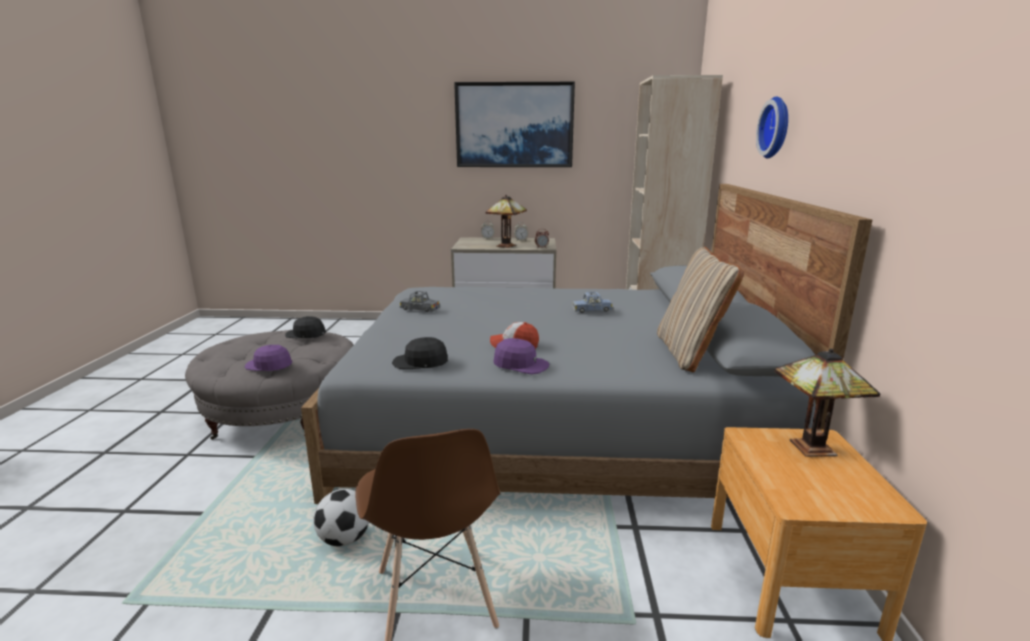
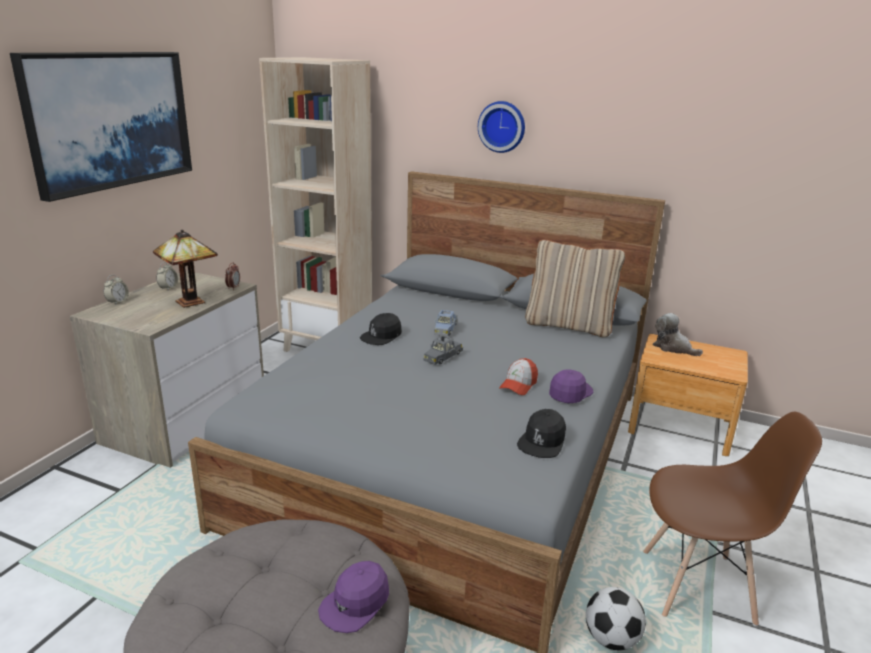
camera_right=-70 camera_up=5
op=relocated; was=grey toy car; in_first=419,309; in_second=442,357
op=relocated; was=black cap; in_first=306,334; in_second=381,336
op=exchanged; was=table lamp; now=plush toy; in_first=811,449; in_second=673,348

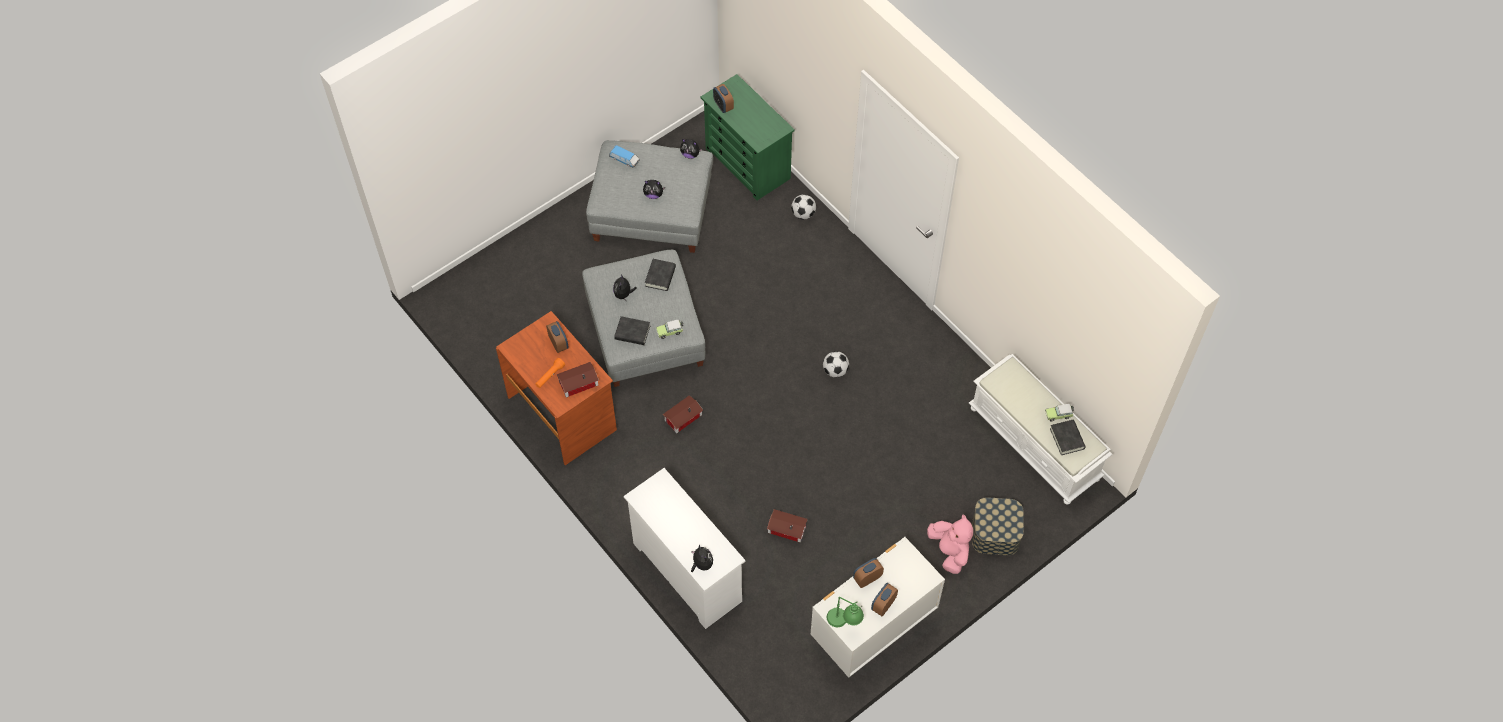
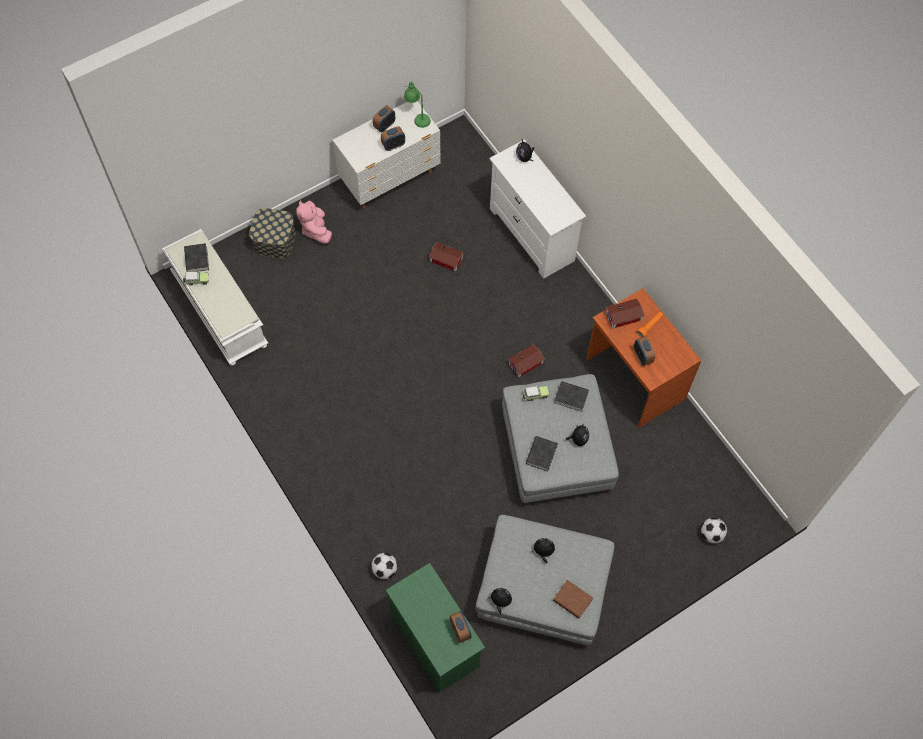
camera_right=-175 camera_up=5
op=exchanged; was=toy car; now=brown book; in_first=624,160; in_second=572,600
op=relocated; was=football; in_first=835,371; in_second=711,534

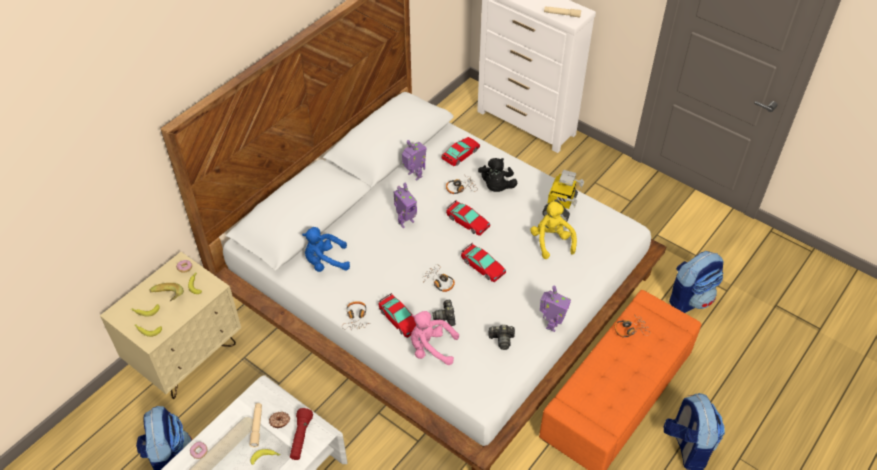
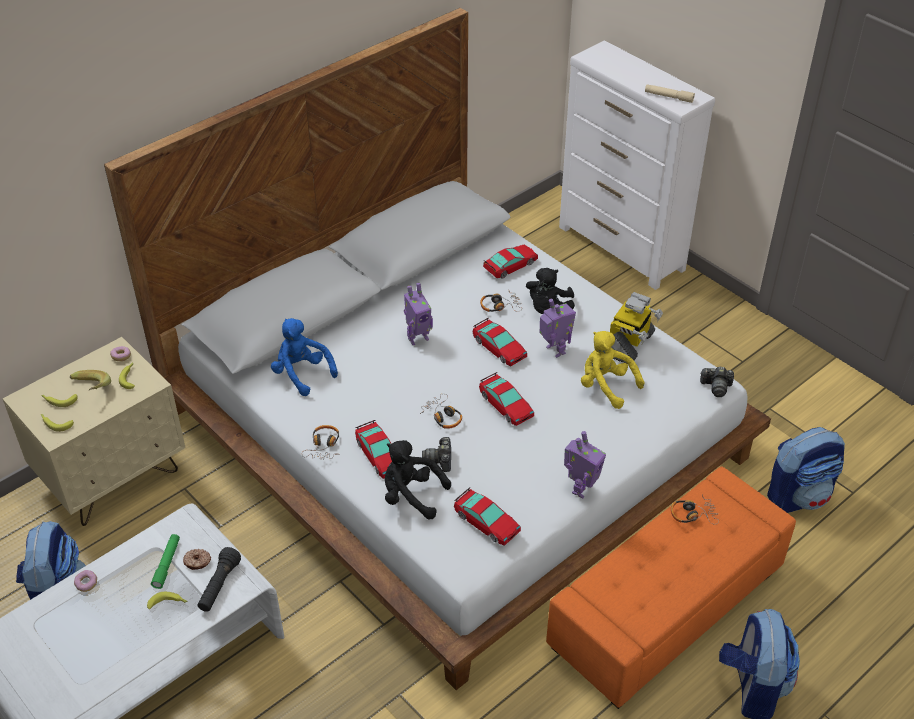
camera_right=10 camera_up=-5
op=relocated; was=toy robot; in_first=414,175; in_second=554,350
op=spun; was=yellow plush toy; in_first=551,241; in_second=606,386; clockwise=-45
op=spun; was=blue plush toy; in_first=325,262; in_second=302,373; clockwise=45
op=colour; was=pink plush toy; now=black plush toy; in_first=431,348; in_second=411,495
op=relocated; was=photo camera; in_first=501,340; in_second=716,387
op=colour; was=beige flashlight; now=green flashlight; in_first=257,426; in_second=167,564
op=colour; was=red flashlight; now=black flashlight; in_first=301,438; in_second=219,586
op=appeared; now=toy car; in_second=486,522

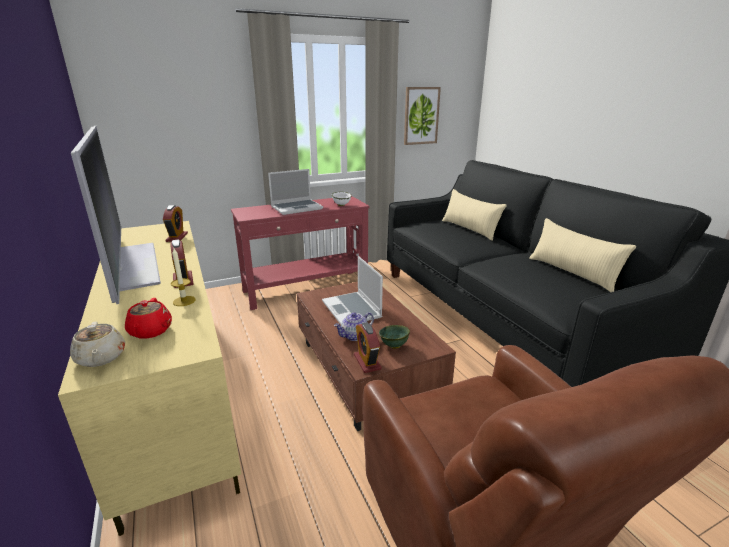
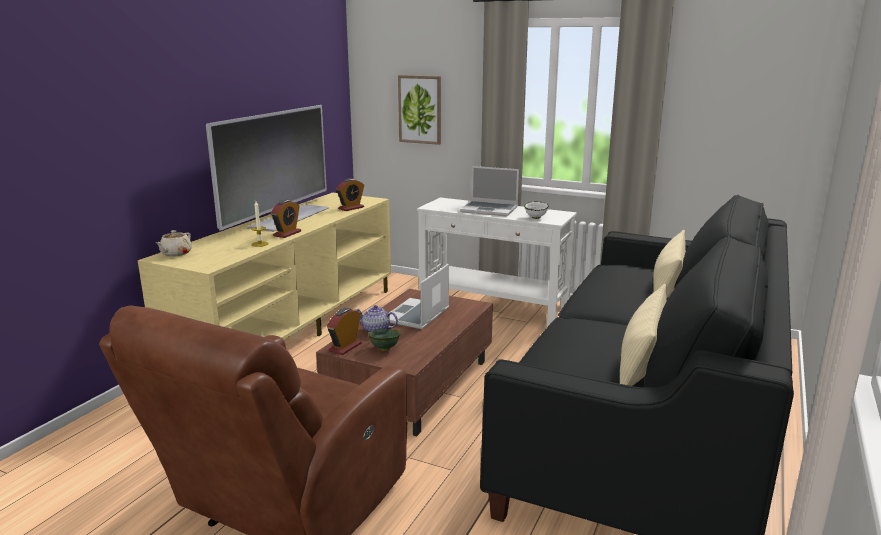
camera_right=50 camera_up=-5
op=relocated; was=picture; in_first=421,116; in_second=420,109
op=colour; was=red console table; now=white console table; in_first=306,289; in_second=493,308
op=missing; was=red teapot; in_first=150,331

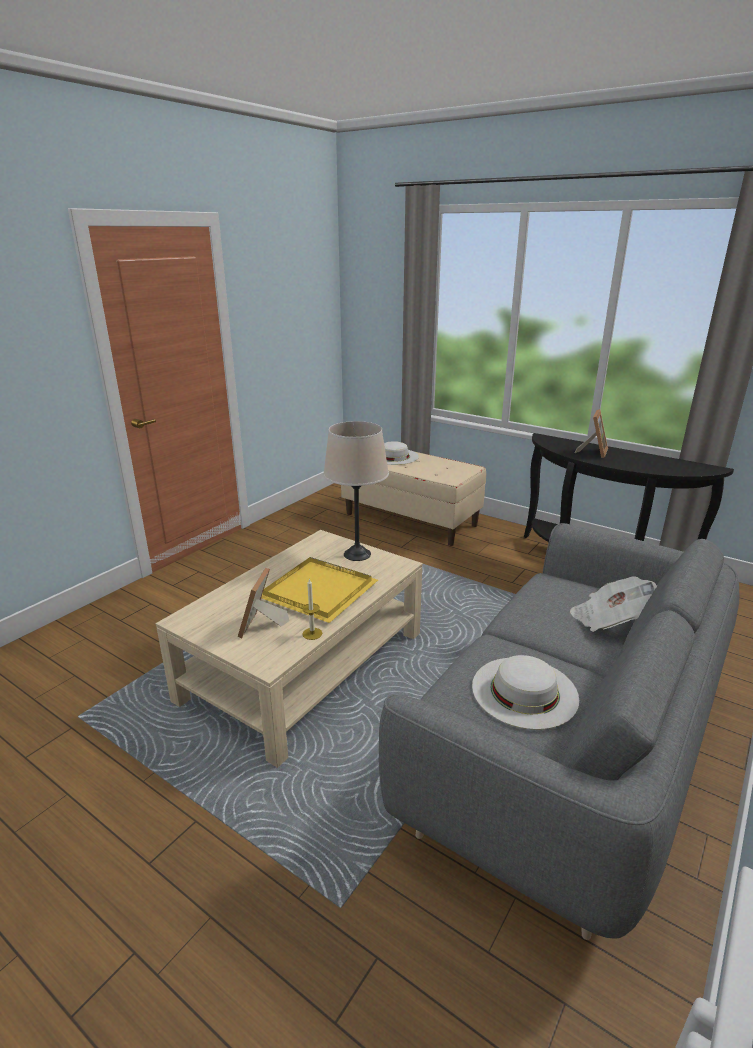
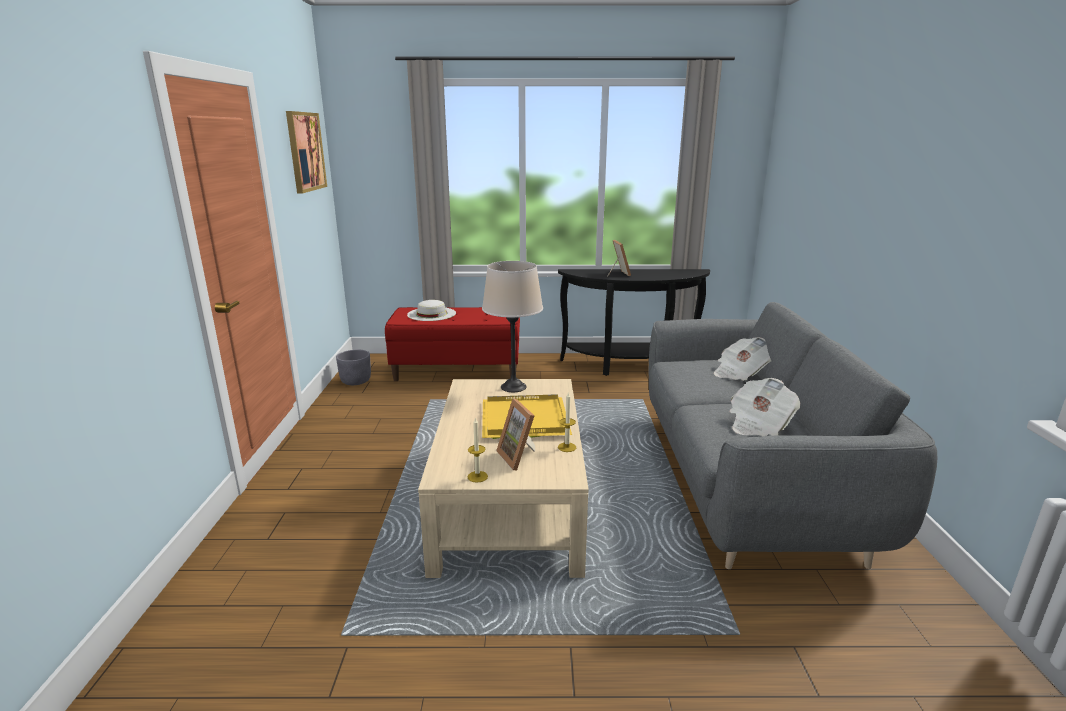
camera_right=-35 camera_up=-5
op=colour; was=beige bench; now=red bench; in_first=411,519; in_second=457,370
op=exchanged; was=white hat; now=newspaper; in_first=524,691; in_second=758,424
op=appeared; now=picture; in_second=305,151
op=appeared; now=grey planter; in_second=356,381
op=appeared; now=candle; in_second=477,476

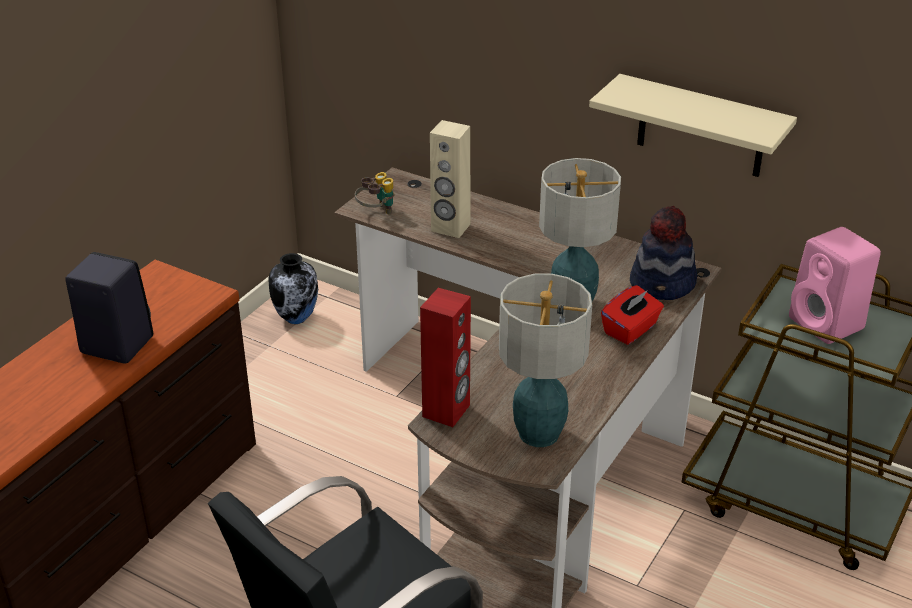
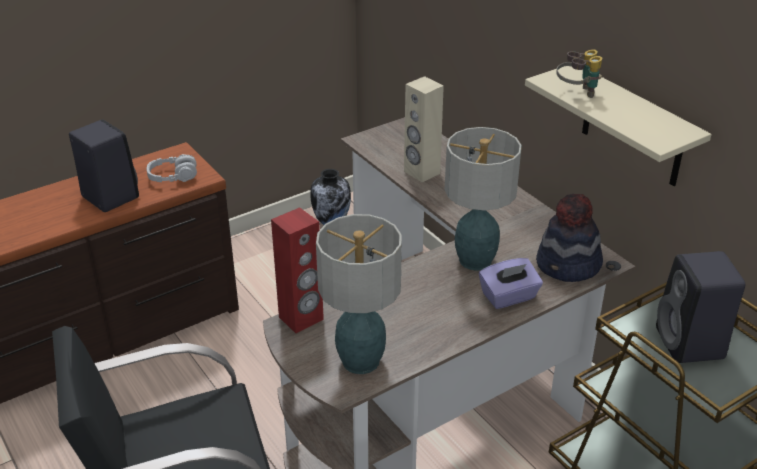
camera_right=25 camera_up=0
op=relocated; was=binoculars; in_first=376,212; in_second=577,93
op=colour; was=pink speaker; now=black speaker; in_first=828,324; in_second=691,345
op=colour; was=red tissue box; now=purple tissue box; in_first=630,329; in_second=509,297
op=appeared; now=grey headphones; in_second=173,177

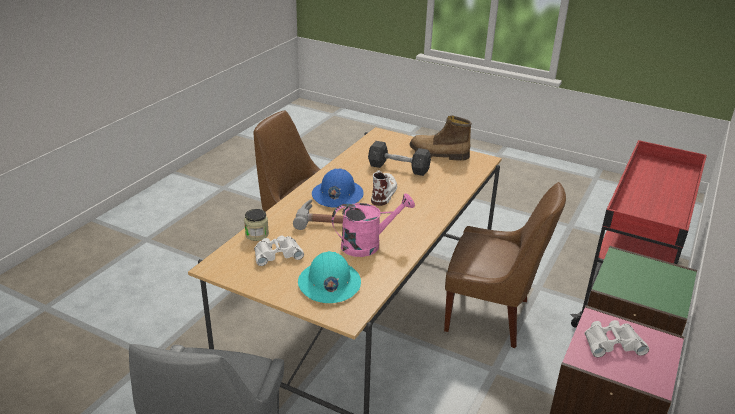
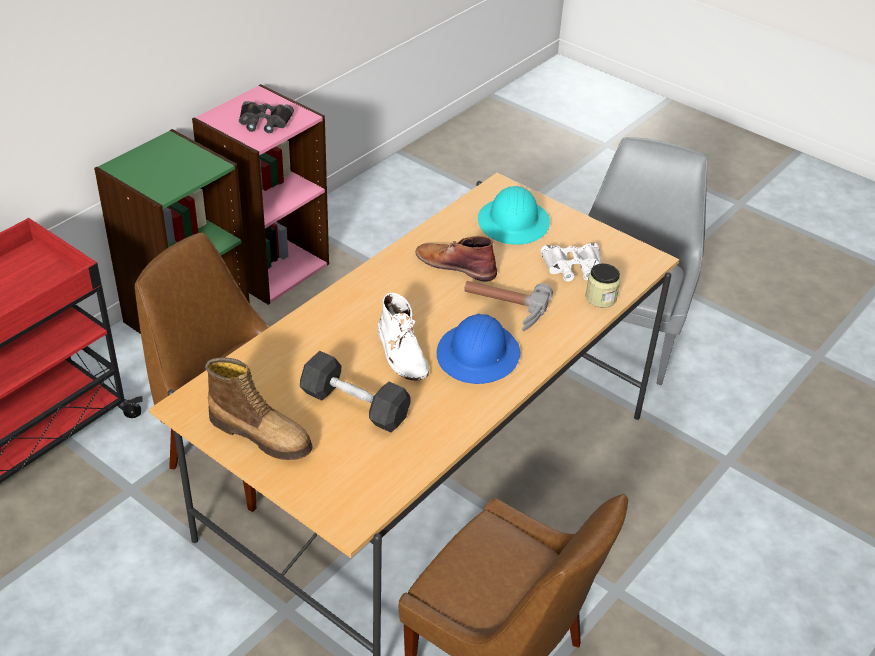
camera_right=-170 camera_up=10
op=spun; was=white boot; in_first=384,191; in_second=402,352; clockwise=-45
op=exchanged; was=pink watering can; now=brown boot; in_first=368,244; in_second=455,264
op=colour; was=white binoculars; now=black binoculars; in_first=611,343; in_second=264,122

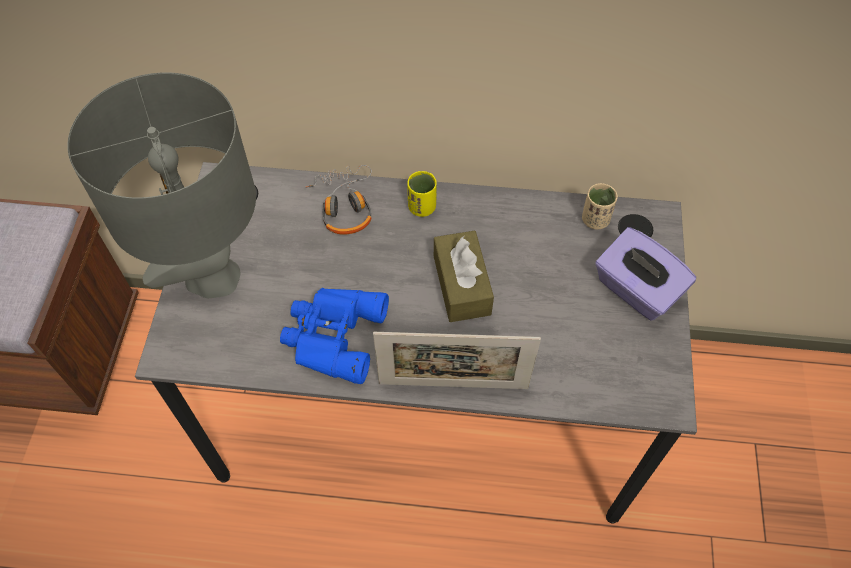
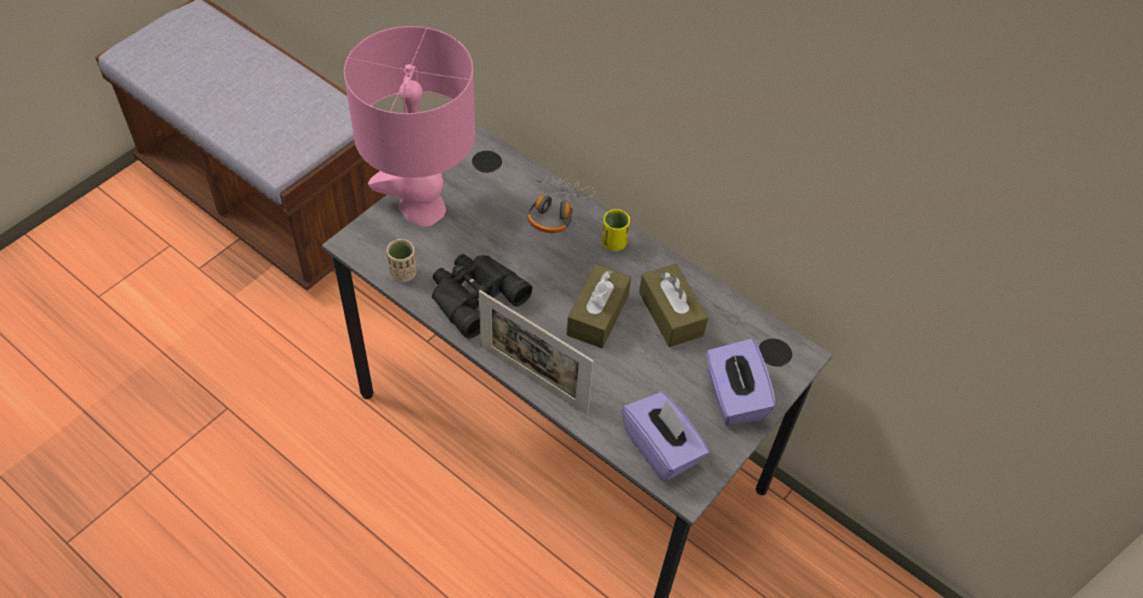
camera_right=30 camera_up=-5
op=colour; was=grey table lamp; now=pink table lamp; in_first=212,277; in_second=422,208
op=relocated; was=beige cup; in_first=595,219; in_second=403,273
op=colour; was=blue binoculars; now=black binoculars; in_first=332,336; in_second=473,295
op=appeared; now=brown tissue box; in_second=670,314
op=appeared; now=purple tissue box; in_second=661,448

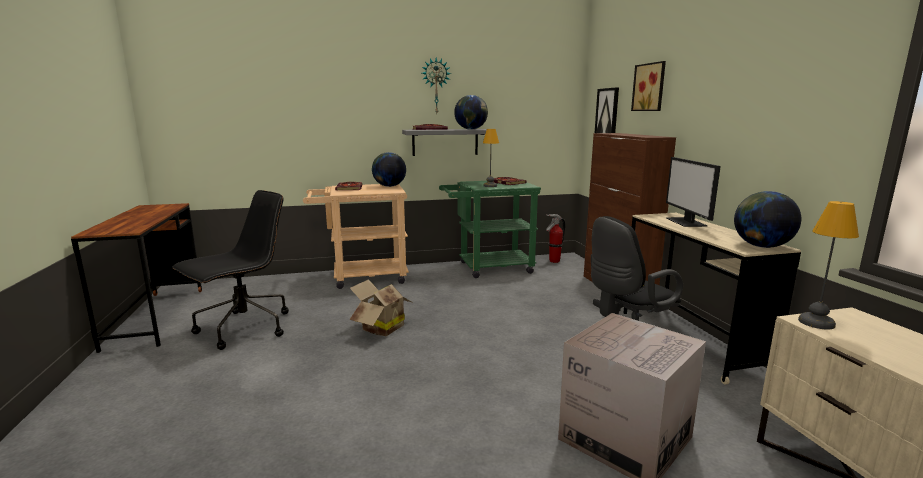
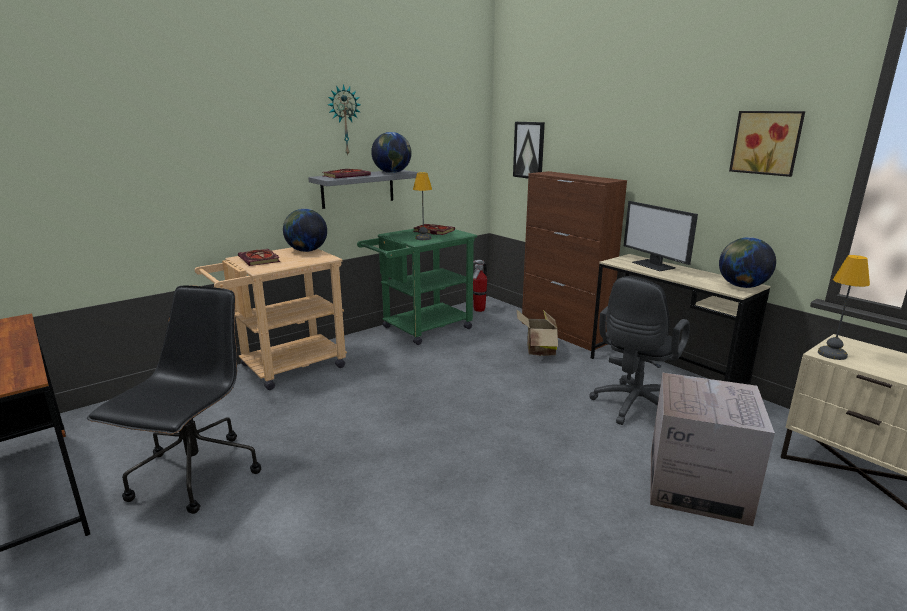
camera_right=-25 camera_up=5
op=relocated; was=picture; in_first=650,87; in_second=767,142
op=relocated; was=cardboard box; in_first=380,328; in_second=538,350

